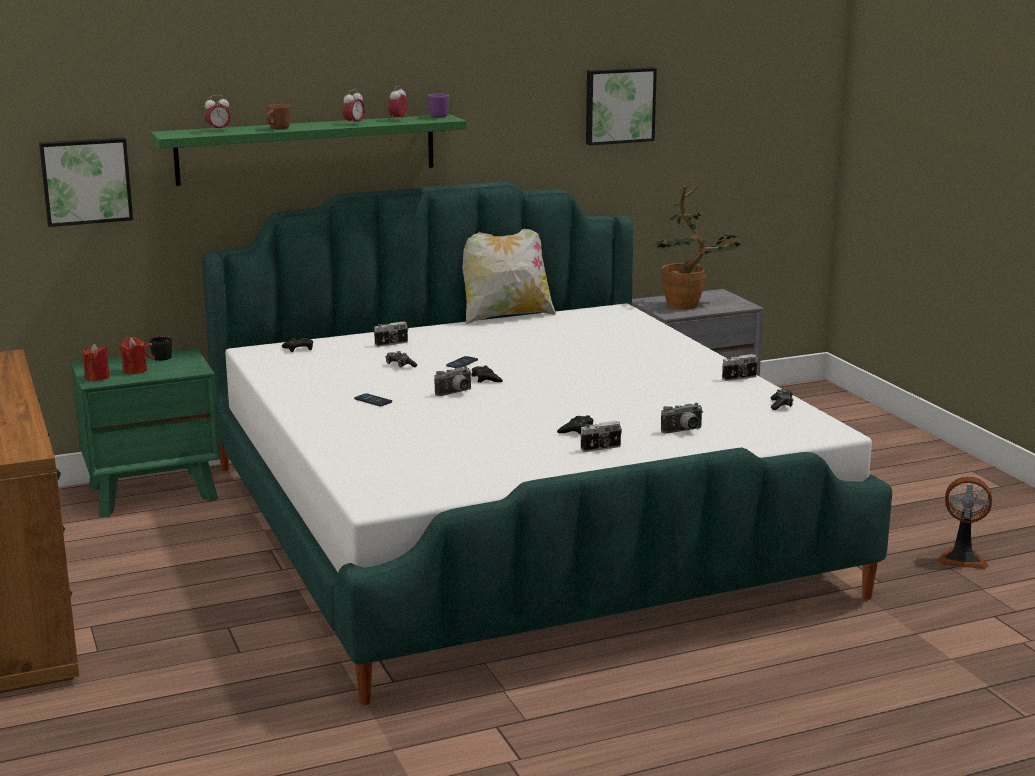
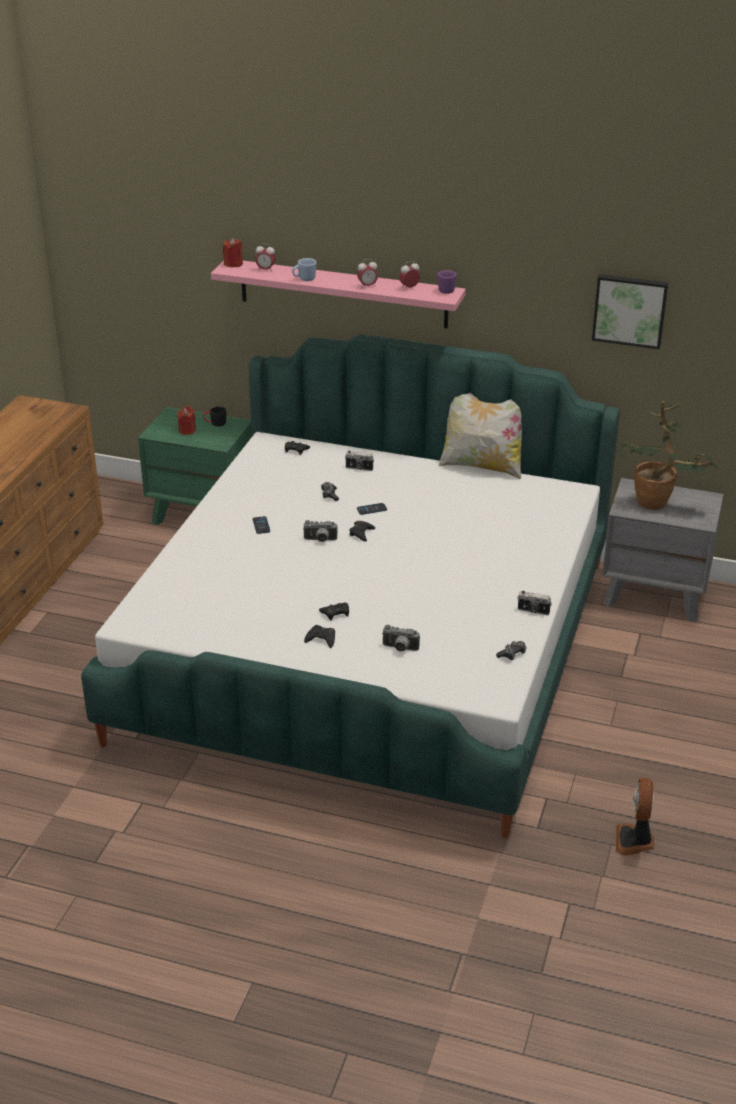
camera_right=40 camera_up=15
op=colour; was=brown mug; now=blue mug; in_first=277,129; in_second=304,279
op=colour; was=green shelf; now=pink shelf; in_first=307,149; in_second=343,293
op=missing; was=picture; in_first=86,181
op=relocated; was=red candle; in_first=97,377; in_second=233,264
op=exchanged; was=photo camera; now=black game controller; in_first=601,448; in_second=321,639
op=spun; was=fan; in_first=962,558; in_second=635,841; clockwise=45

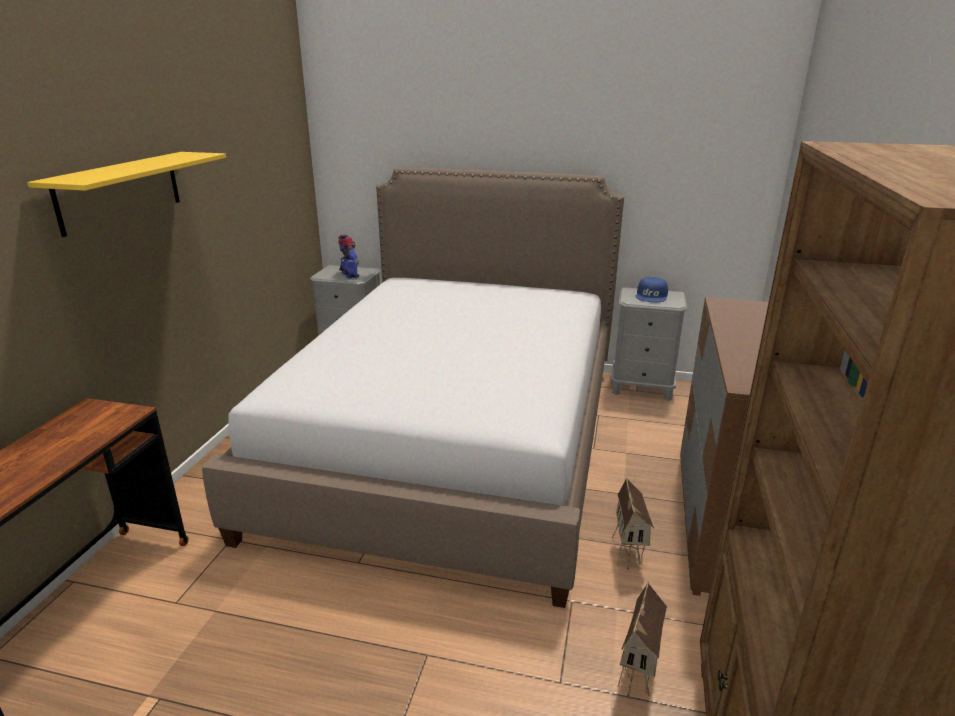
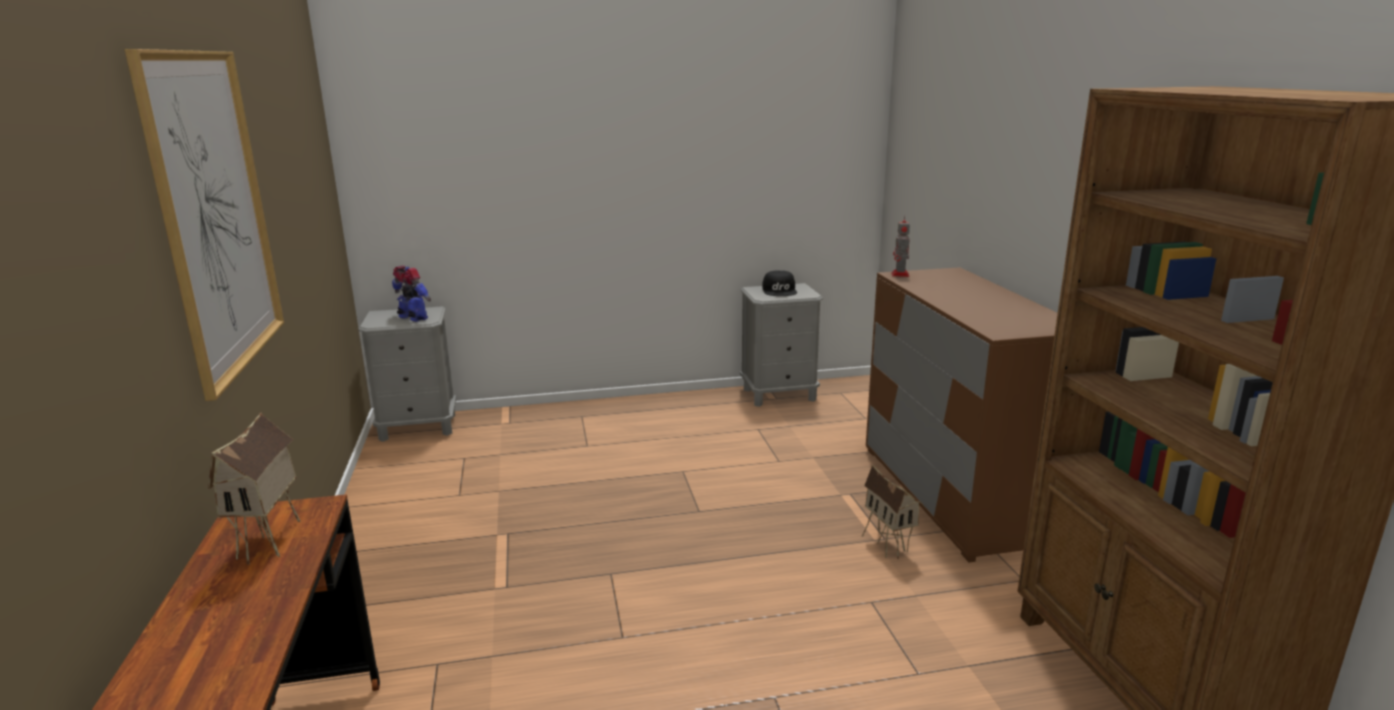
camera_right=-25 camera_up=-5
op=exchanged; was=yellow shelf; now=picture; in_first=120,191; in_second=215,213
op=missing; was=bed; in_first=454,442
op=colour; was=blue cap; now=black cap; in_first=652,296; in_second=780,290
op=relocated; was=toy house; in_first=638,676; in_second=272,543
op=appeared; now=toy robot; in_second=900,275

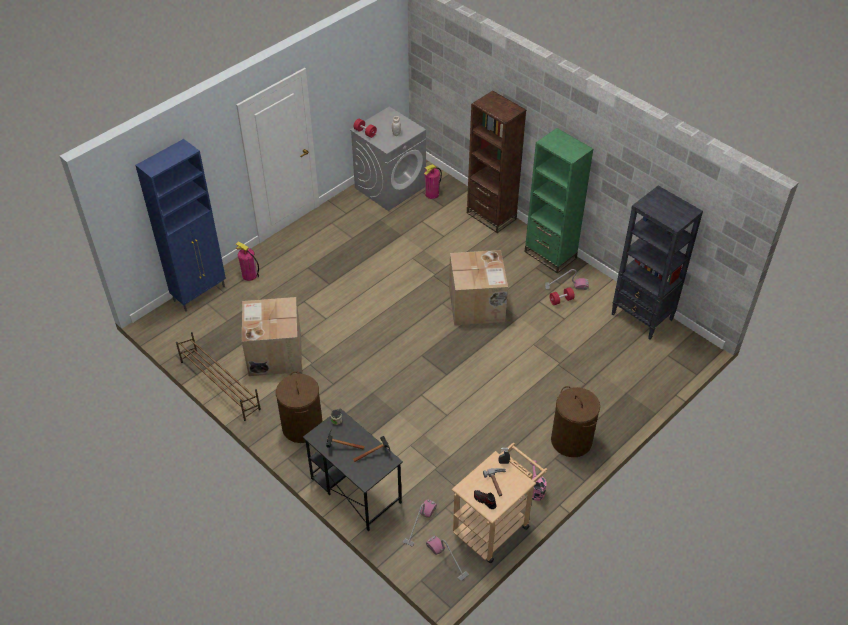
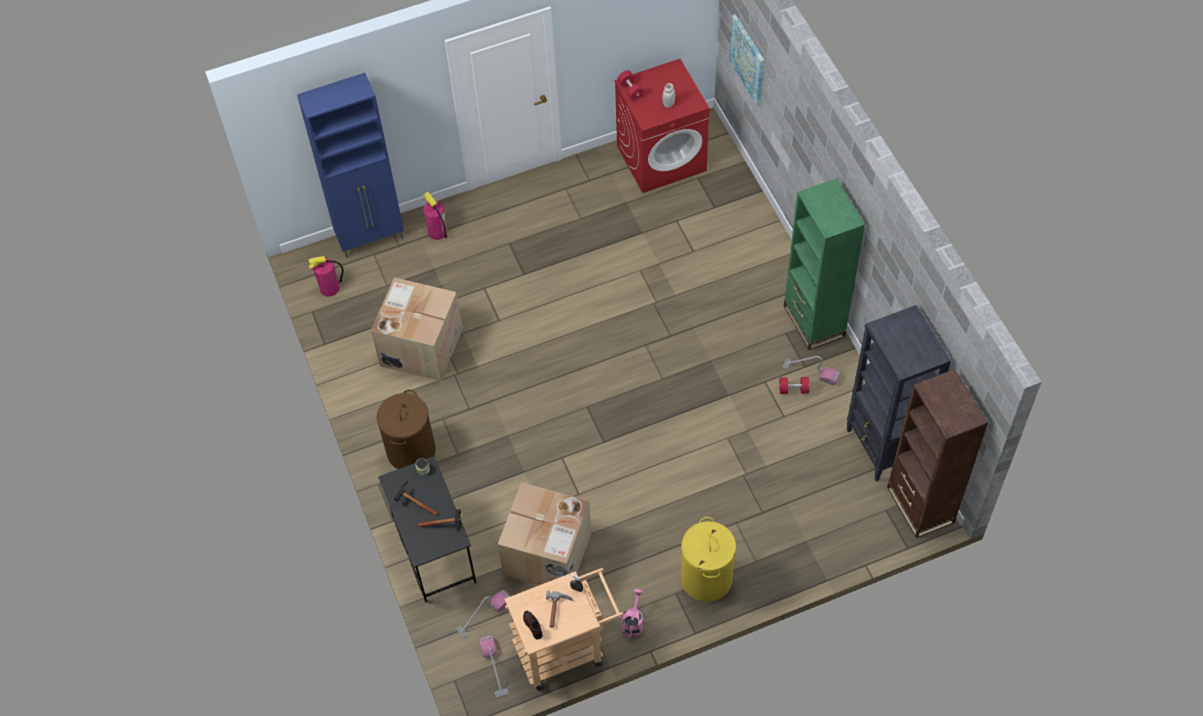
camera_right=25 camera_up=10
op=relocated; was=brown bookcase; in_first=491,216; in_second=920,505
op=colour; was=grey washing machine; now=red washing machine; in_first=390,187; in_second=662,158
op=relocated; was=fire extinguisher; in_first=432,194; in_second=329,288
op=relocated; was=cardboard box; in_first=477,305; in_second=548,555
op=missing; was=brown shoe rack; in_first=220,384
op=colour; was=brown laundry basket; now=yellow laundry basket; in_first=571,440; in_second=706,578
op=appeared; now=picture; in_second=748,59

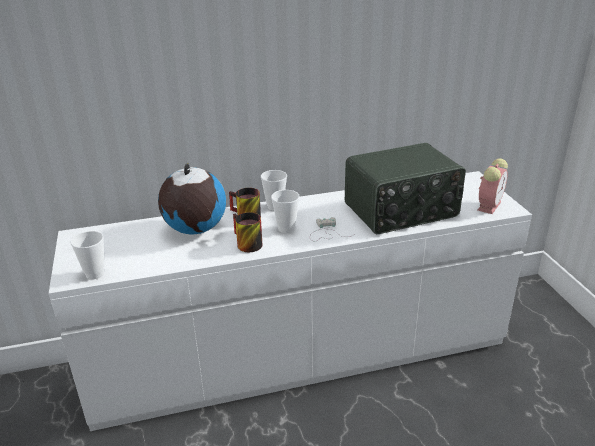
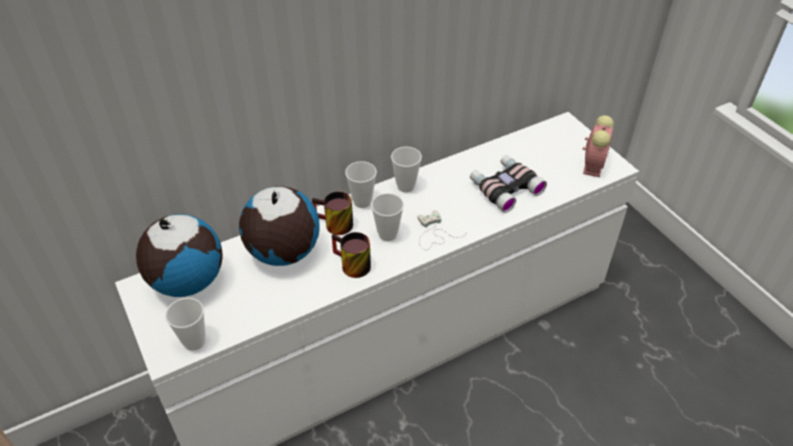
camera_right=-15 camera_up=15
op=exchanged; was=radio; now=binoculars; in_first=401,211; in_second=504,187
op=appeared; now=cup; in_second=405,186
op=appeared; now=globe; in_second=187,281

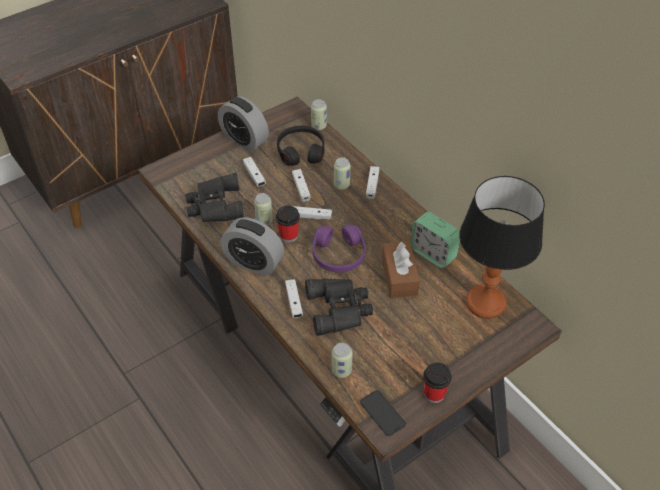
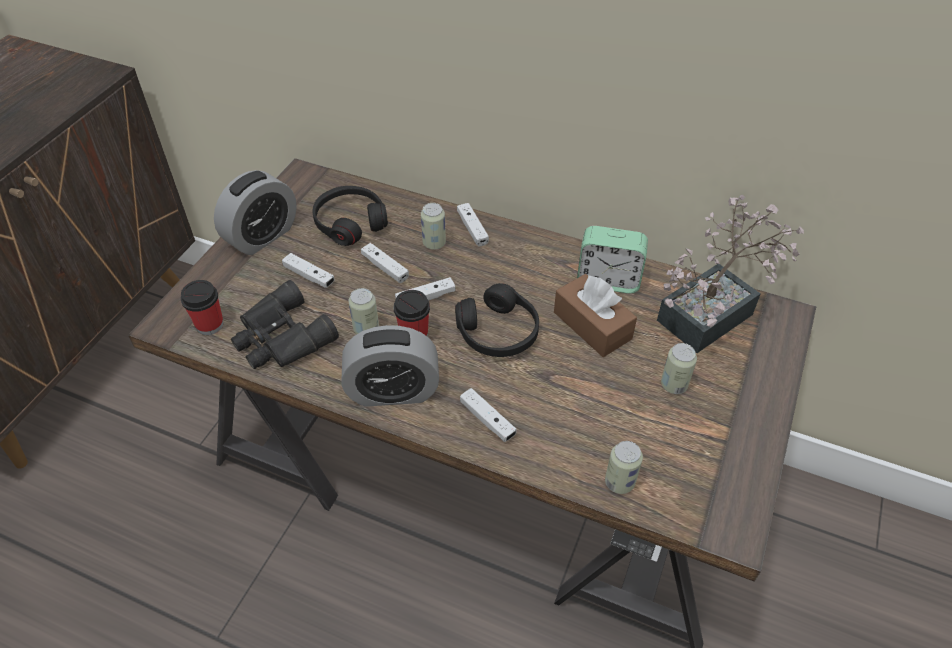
camera_right=-30 camera_up=0
op=spun; was=alarm clock; in_first=244,140; in_second=262,236; clockwise=-60
op=relocated; was=can; in_first=319,126; in_second=673,385
op=exchanged; was=table lamp; now=potted plant; in_first=485,303; in_second=713,313
op=colour; was=purple headphones; now=black headphones; in_first=338,255; in_second=498,332
op=missing; was=black binoculars; in_first=340,309
op=relocated; was=cup; in_first=434,393; in_second=210,325
op=missing; was=phone; in_first=382,413

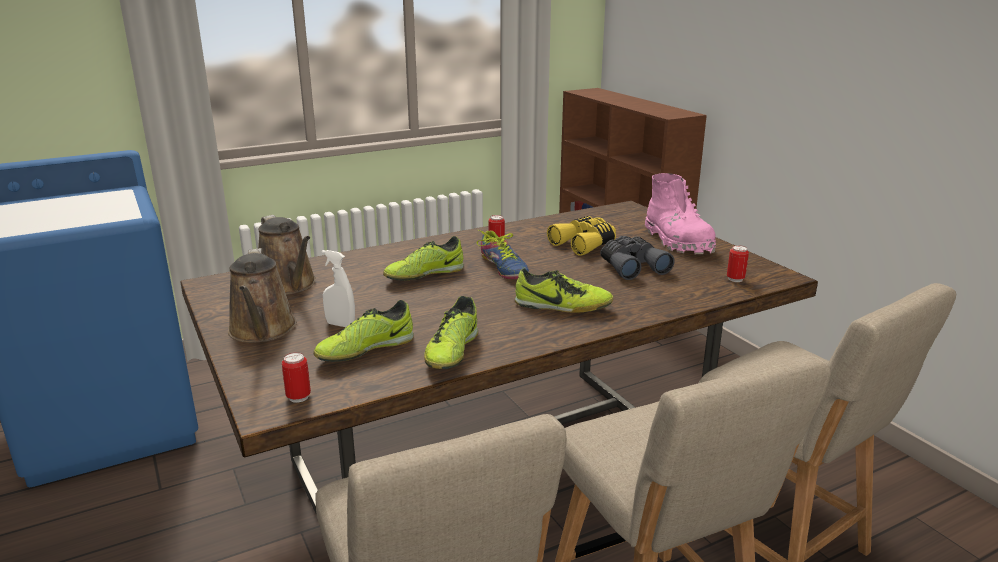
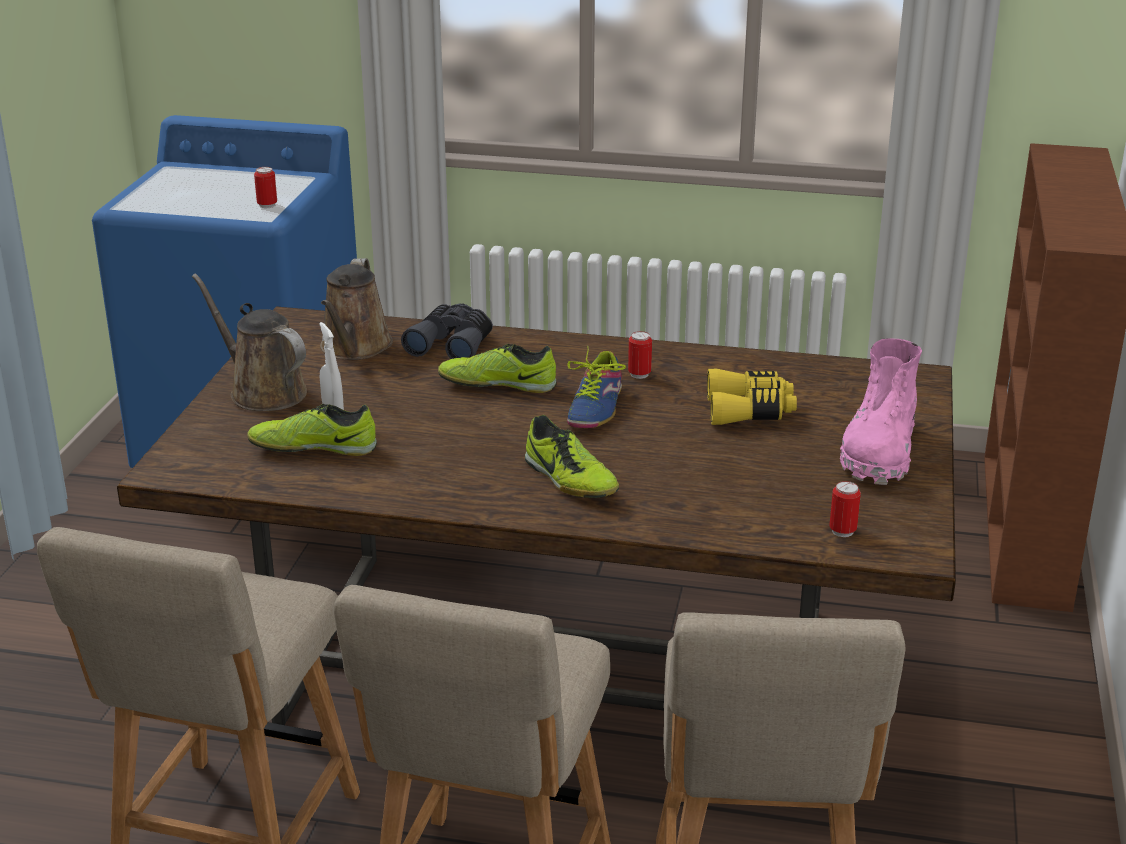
camera_right=40 camera_up=5
op=relocated; was=grey binoculars; in_first=631,266; in_second=452,344
op=spun; was=brown watering can; in_first=262,331; in_second=263,391; clockwise=105
op=missing; was=shoe; in_first=452,351
op=relocated; was=can; in_first=298,397; in_second=267,205

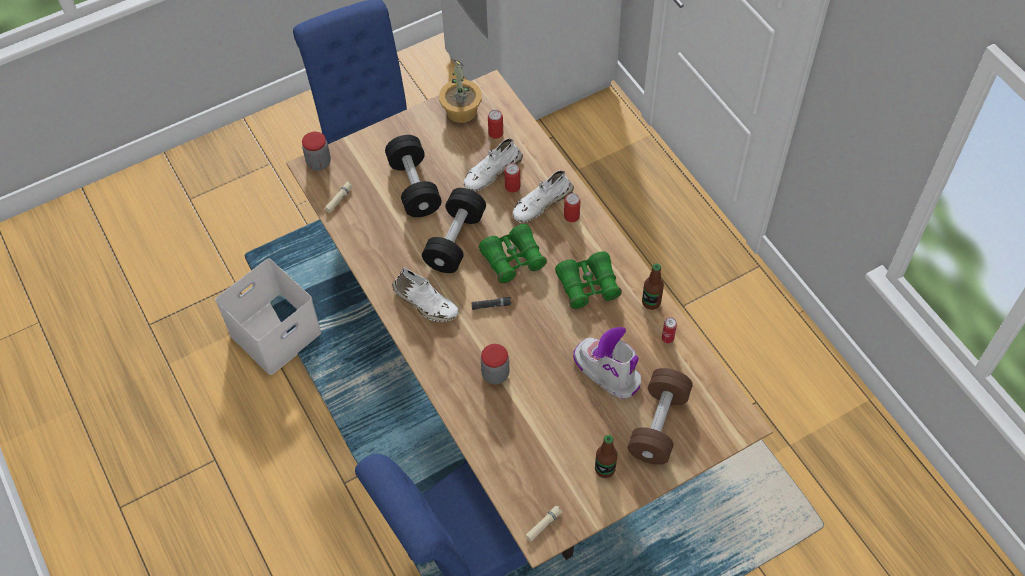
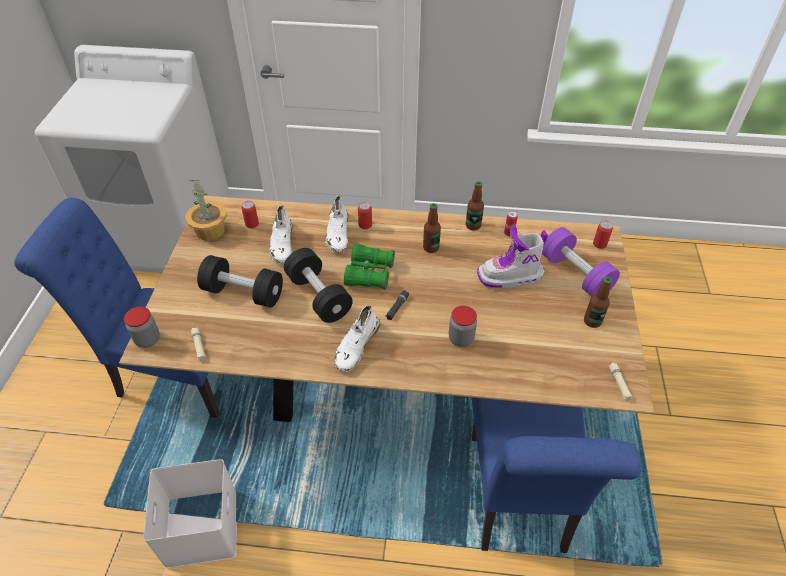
camera_right=-55 camera_up=-10
op=relocated; was=can; in_first=512,186; in_second=599,244
op=exchanged; was=green binoculars; now=bottle; in_first=588,286; in_second=431,248
op=spun; was=white shoe; in_first=425,303; in_second=356,345; clockwise=135
op=colour; was=brown dumbbell; now=purple dumbbell; in_first=658,425; in_second=575,274

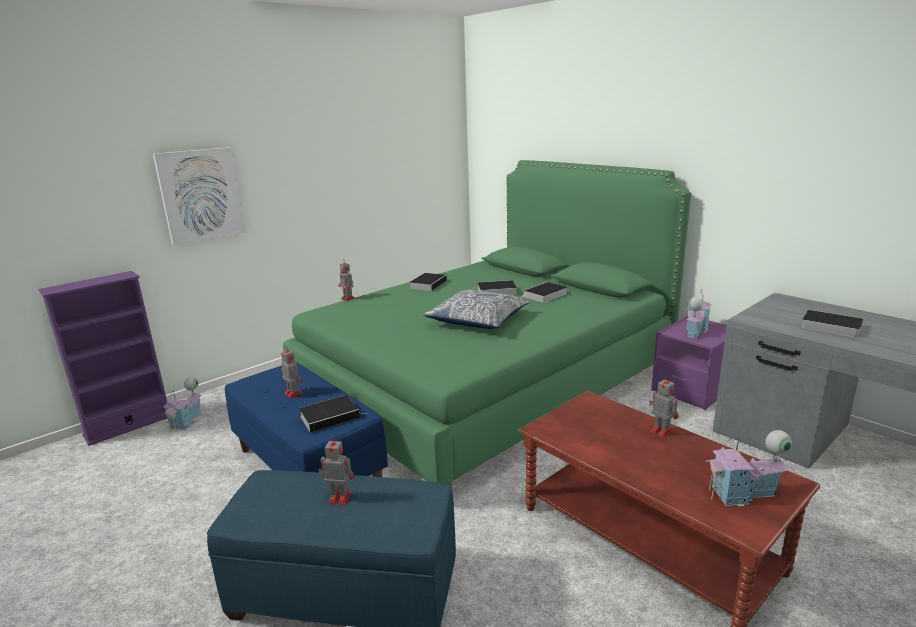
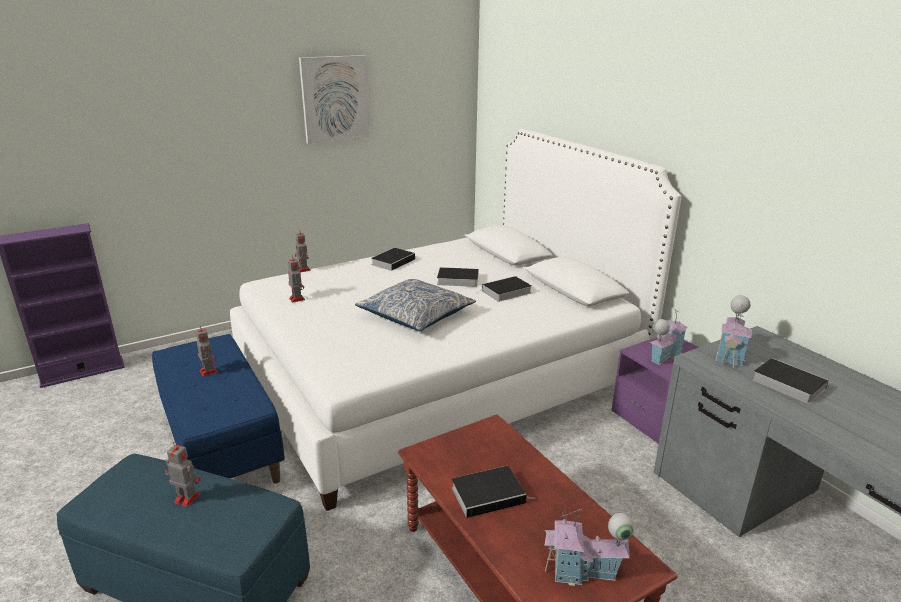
camera_right=10 camera_up=5
op=relocated; was=picture; in_first=201,195; in_second=335,99
op=colour; was=green bed; now=white bed; in_first=488,384; in_second=440,377
op=relocated; was=toy robot; in_first=660,430; in_second=296,298
op=relocated; was=toy house; in_first=187,421; in_second=730,354
op=relocated; was=book; in_first=331,416; in_second=489,494

